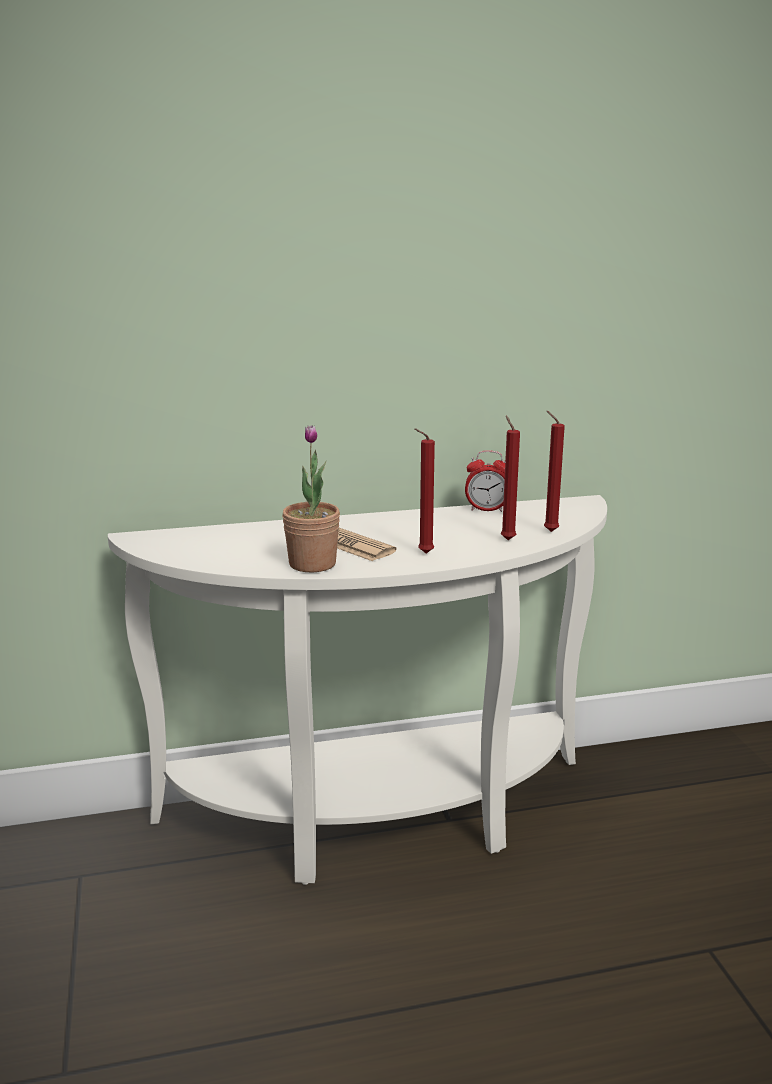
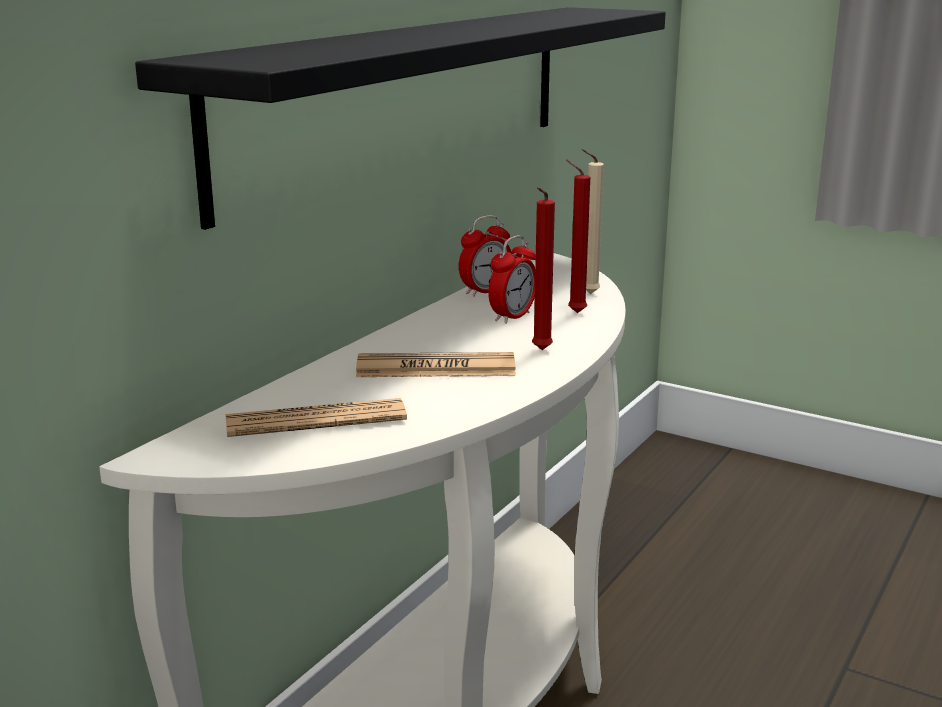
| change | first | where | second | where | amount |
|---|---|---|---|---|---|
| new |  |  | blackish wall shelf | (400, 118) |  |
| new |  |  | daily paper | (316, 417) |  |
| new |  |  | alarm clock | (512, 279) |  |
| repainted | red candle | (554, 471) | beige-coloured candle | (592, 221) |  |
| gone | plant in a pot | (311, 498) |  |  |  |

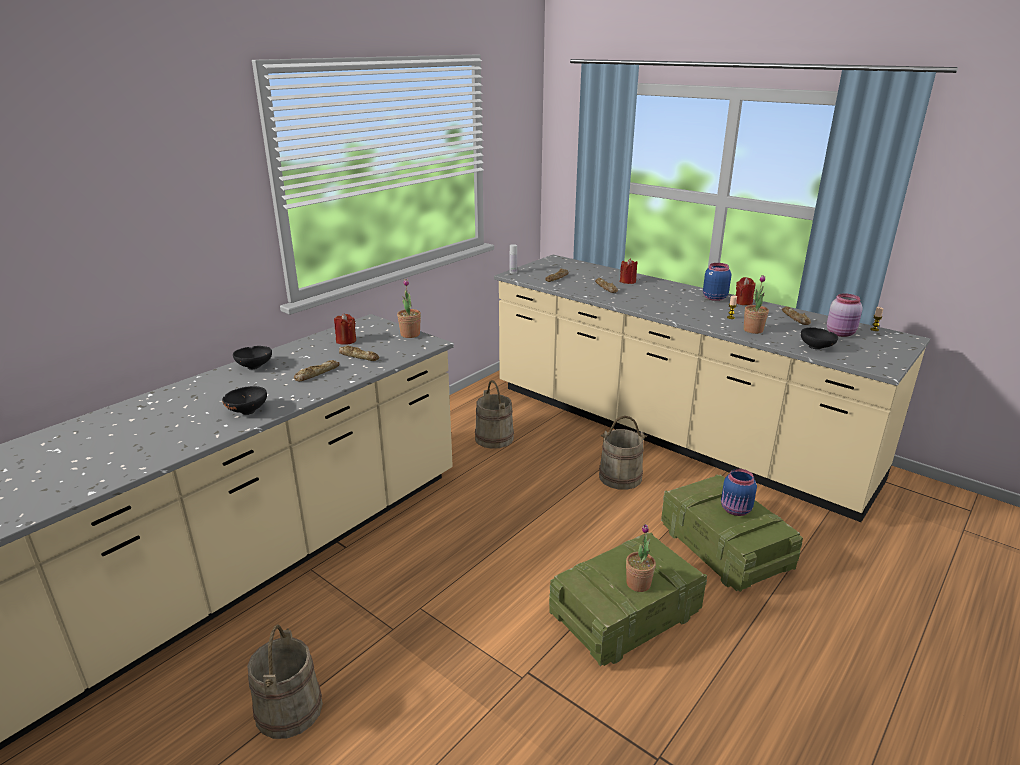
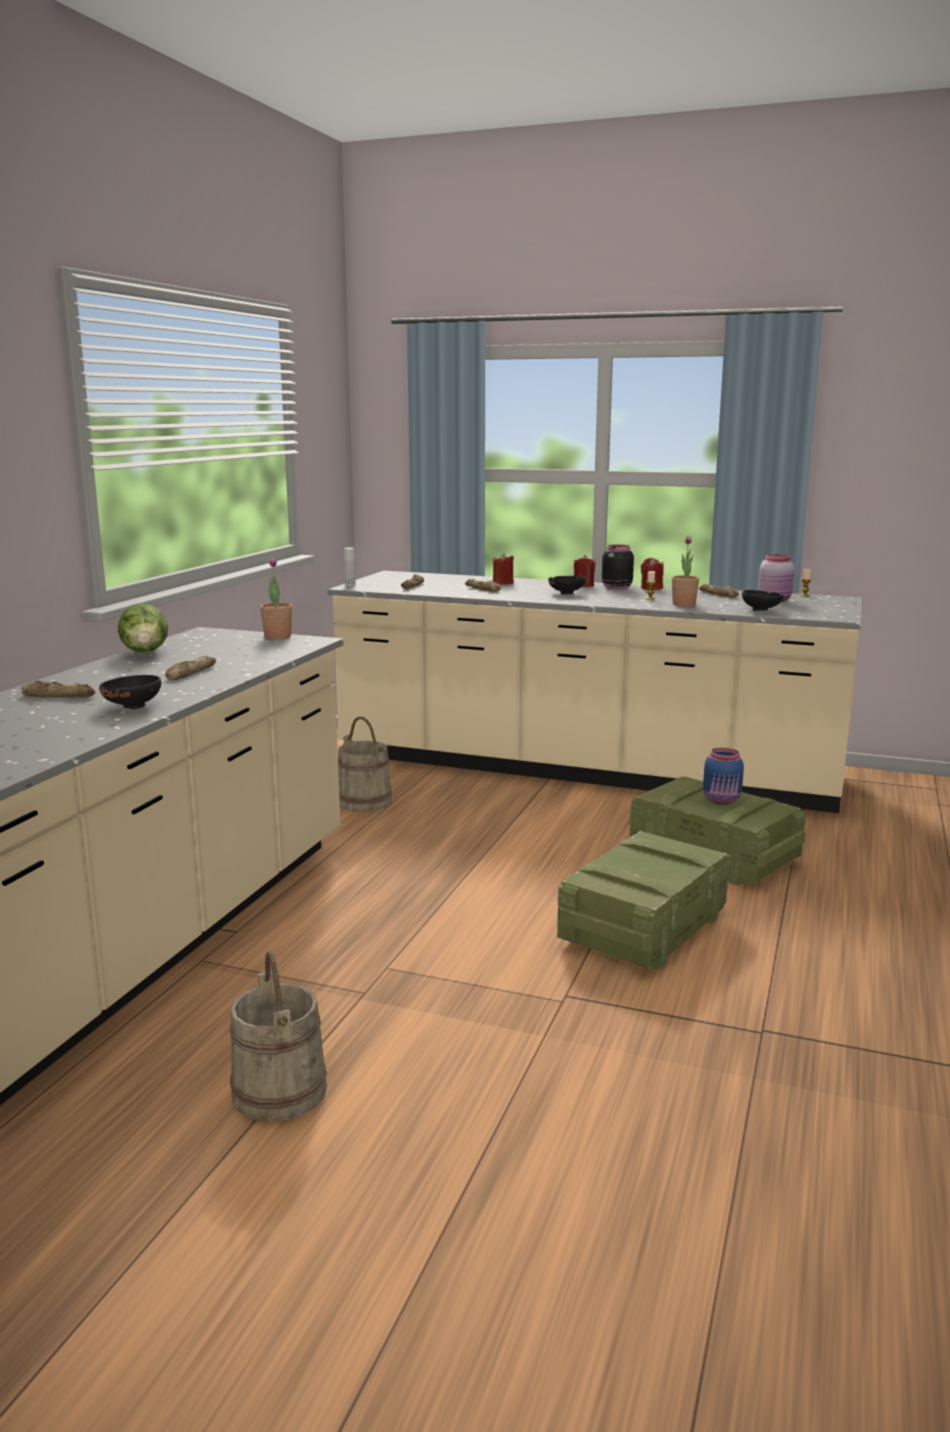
| change | first | where | second | where | amount |
|---|---|---|---|---|---|
| shifted | bread | (359, 353) |  | (58, 688) |  |
| new |  |  | head of lettuce | (143, 628) |  |
| shifted | blackish bowl | (252, 357) |  | (567, 585) |  |
| shifted | red candle | (345, 329) |  | (584, 571) |  |
| repainted | bluish storage jar | (717, 282) | blackish storage jar | (618, 566) |  |
| gone | beige-coloured bucket | (623, 453) |  |  |  |
| gone | plant in a pot | (641, 558) |  |  |  |

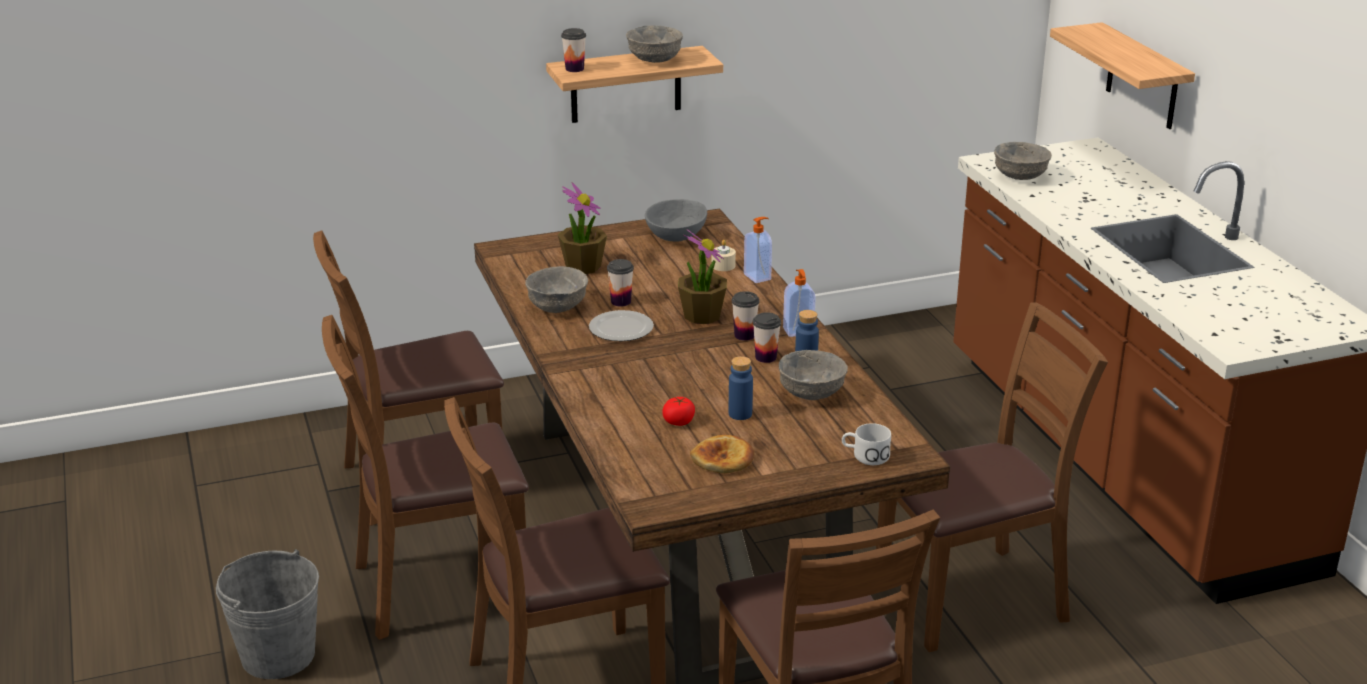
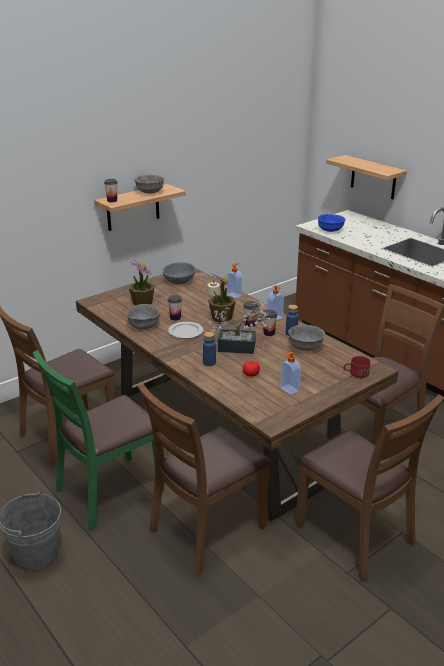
| change | first | where | second | where | amount |
|---|---|---|---|---|---|
| repainted | brown-coloured plain chair | (425, 477) | green-coloured plain chair | (99, 440) |  |
| shifted | bluish bottle | (741, 388) |  | (209, 349) |  |
| new |  |  | plant in a pot | (240, 327) |  |
| swapped | bread | (722, 454) | soap bottle | (290, 373) |  |
| repainted | grey bowl | (1023, 161) | bluish bowl | (331, 223) |  |
| repainted | whitish tea mug | (866, 444) | red tea mug | (357, 367) |  |

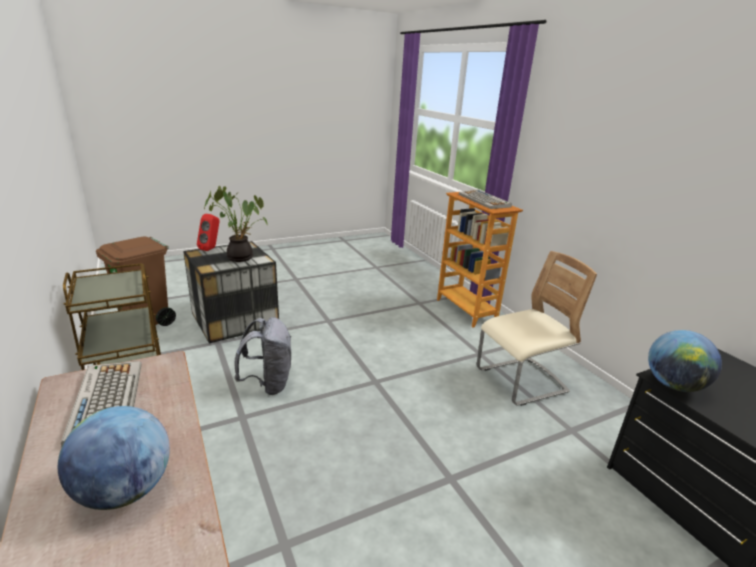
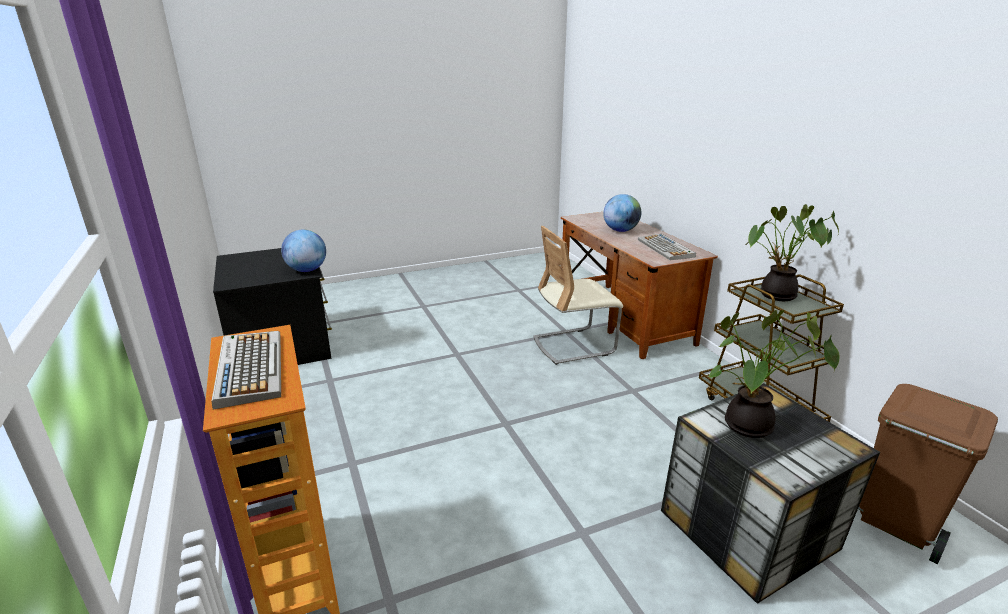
| change | first | where | second | where | amount |
|---|---|---|---|---|---|
| shifted | beige-coloured plain chair | (537, 328) |  | (578, 295) |  |
| new |  |  | plant in a pot | (792, 252) |  |
| gone | red loudspeaker | (208, 232) |  |  |  |
| gone | grey rucksack | (262, 356) |  |  |  |

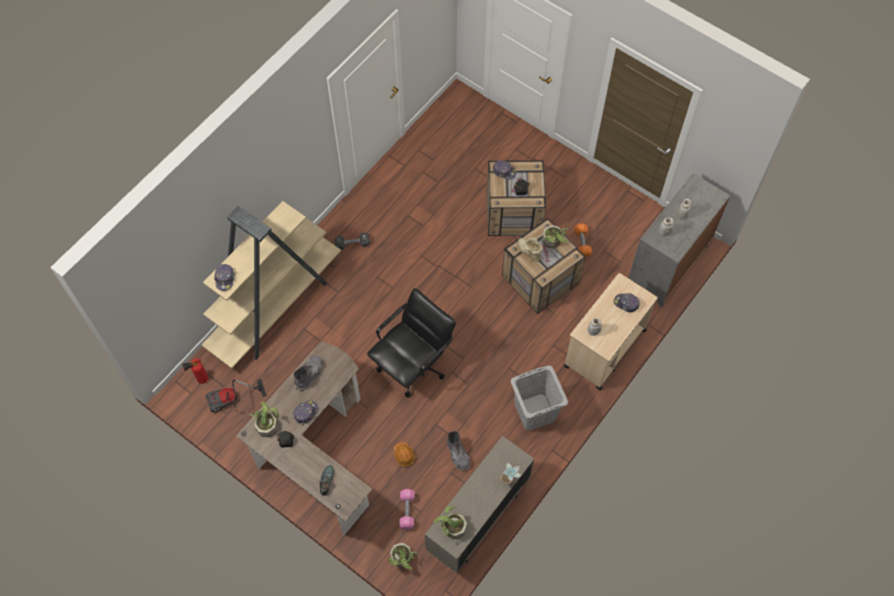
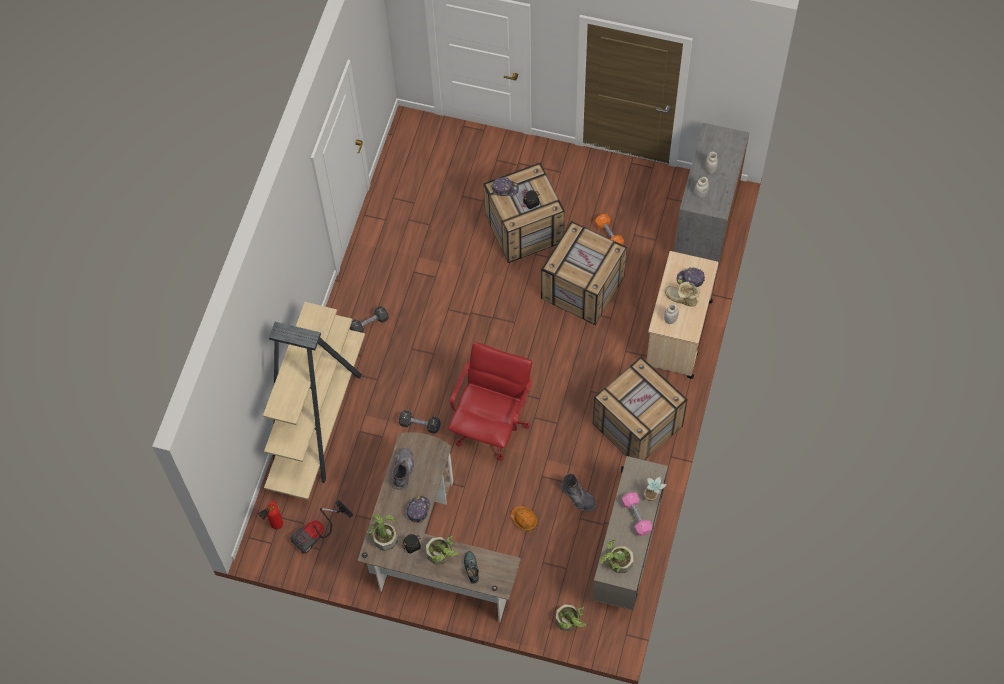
| change | first | where | second | where | amount |
|---|---|---|---|---|---|
| new |  |  | blackish free weight | (420, 422) |  |
| shifted | plant in a pot | (555, 237) |  | (442, 550) |  |
| repainted | blackish computer chair | (411, 343) | red computer chair | (490, 401) |  |
| swapped | grey washing basket | (539, 398) | shipping crate | (640, 408) |  |
| shifted | pink free weight | (407, 509) |  | (637, 514) |  |
| shifted | high-top boot | (530, 250) |  | (682, 294) |  |
| gone | peaked cap | (224, 277) |  |  |  |

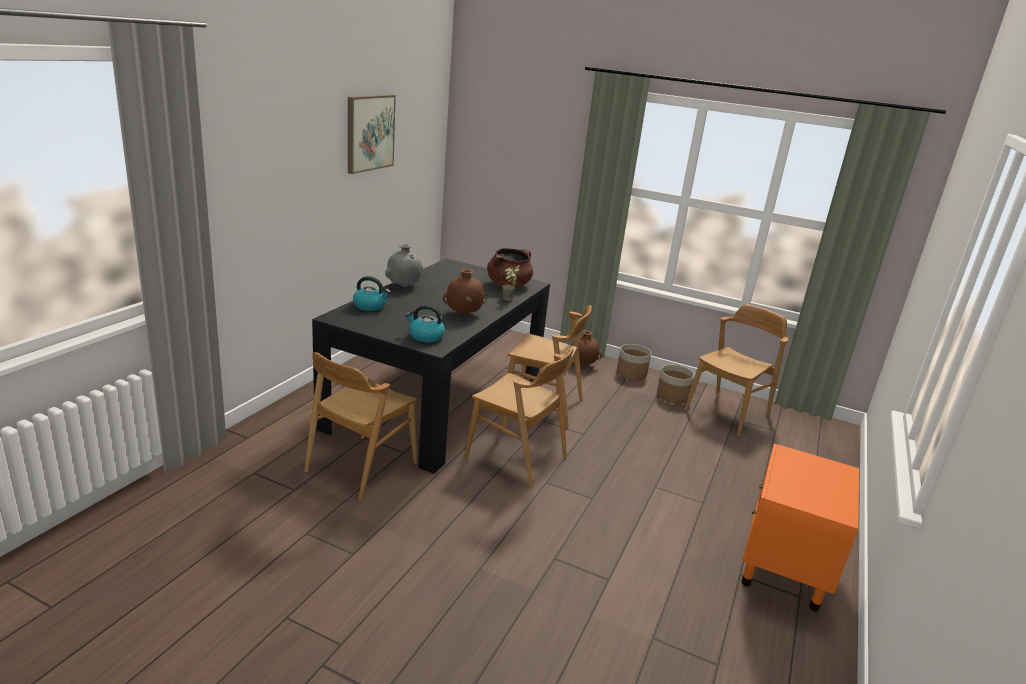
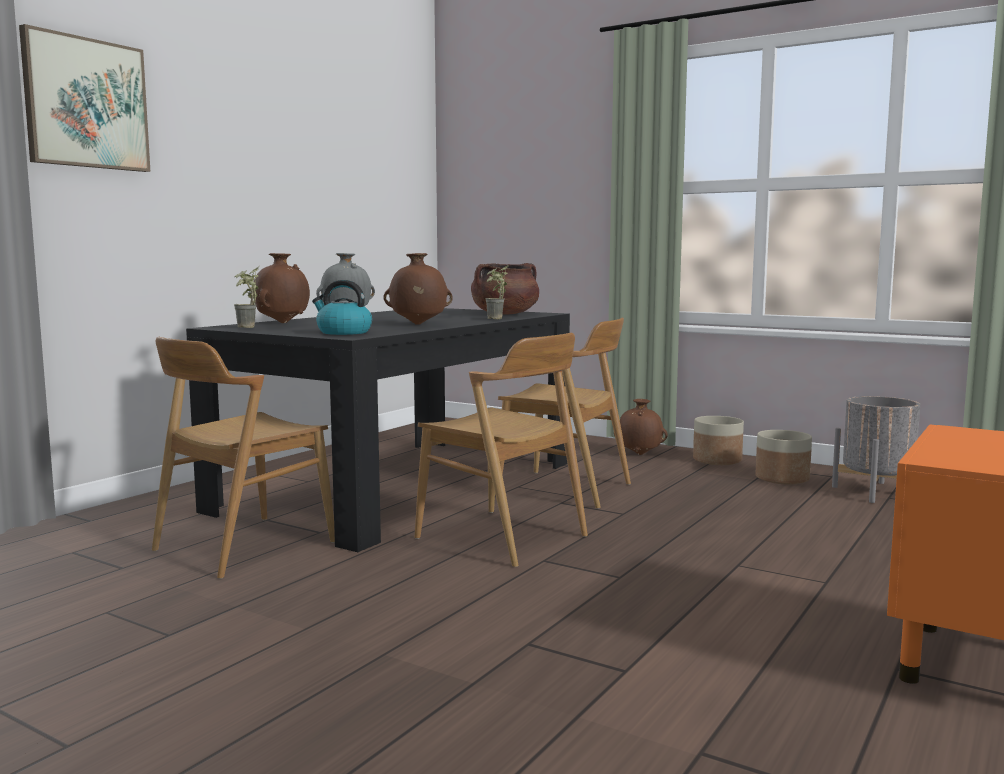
| change | first | where | second | where | amount |
|---|---|---|---|---|---|
| shifted | wall picture | (372, 134) |  | (85, 98) |  |
| new |  |  | plant in a pot | (246, 297) |  |
| swapped | water kettle | (372, 293) | brown-coloured vase | (281, 288) |  |
| swapped | brown-coloured plain chair | (736, 370) | grey flower pot | (876, 449) |  |

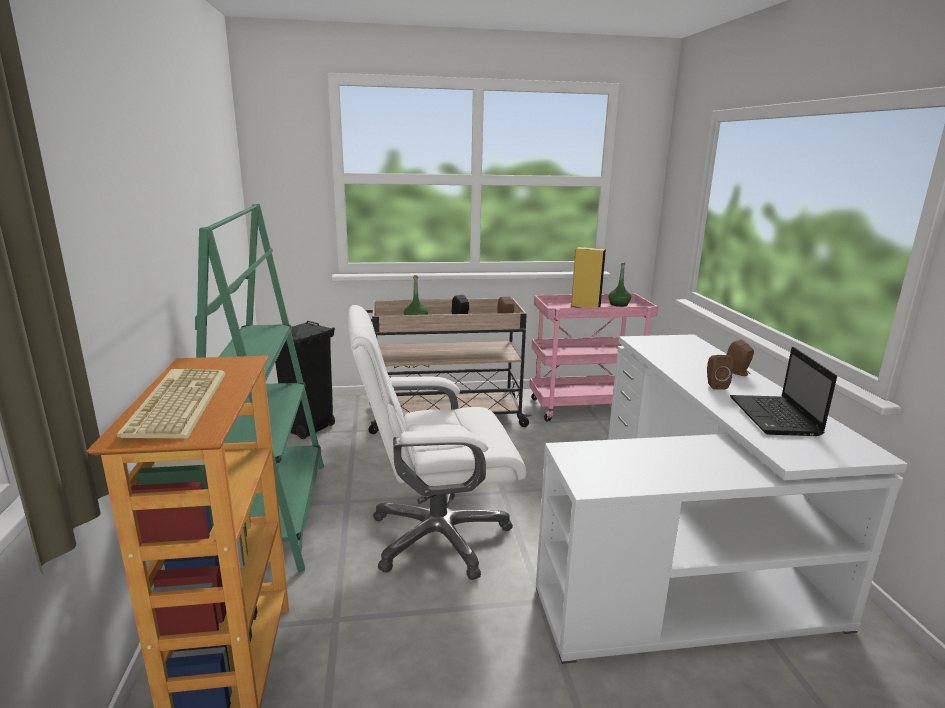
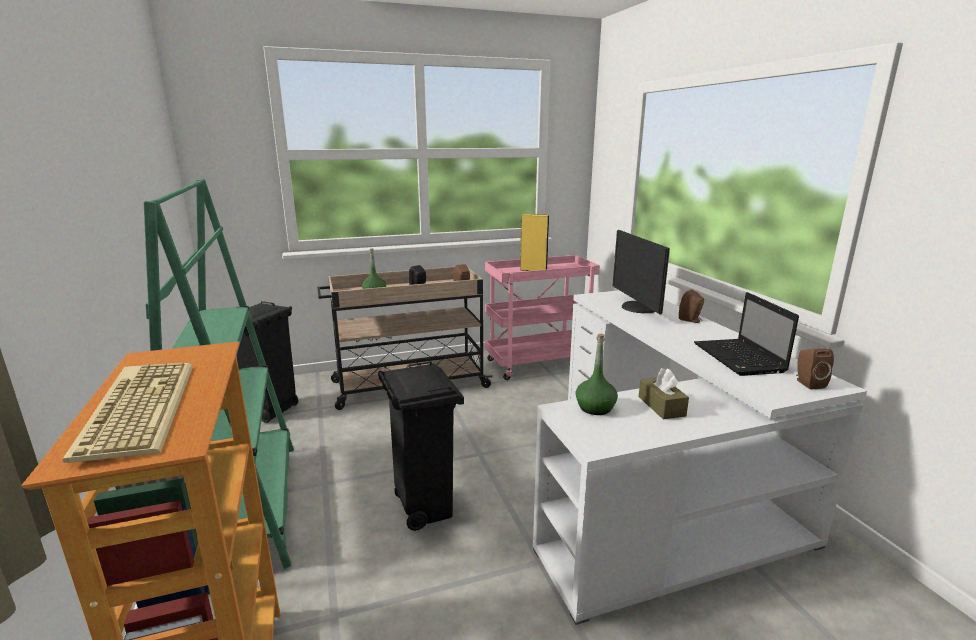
| change | first | where | second | where | amount |
|---|---|---|---|---|---|
| swapped | whitish computer chair | (437, 442) | blackish waste bin | (421, 446) |  |
| shifted | green-coloured bottle | (619, 284) |  | (596, 374) |  |
| new |  |  | monitor | (641, 272) |  |
| new |  |  | brown-coloured tissue holder | (664, 393) |  |
| shifted | brown-coloured loudspeaker | (720, 372) |  | (815, 369) |  |

